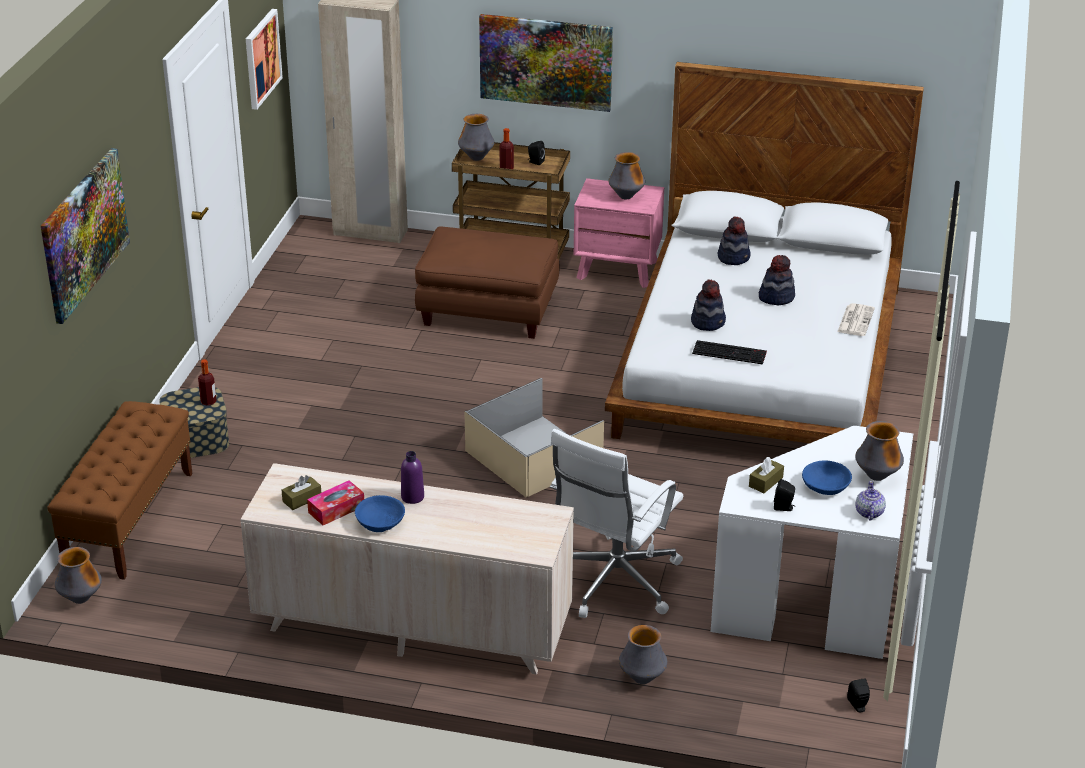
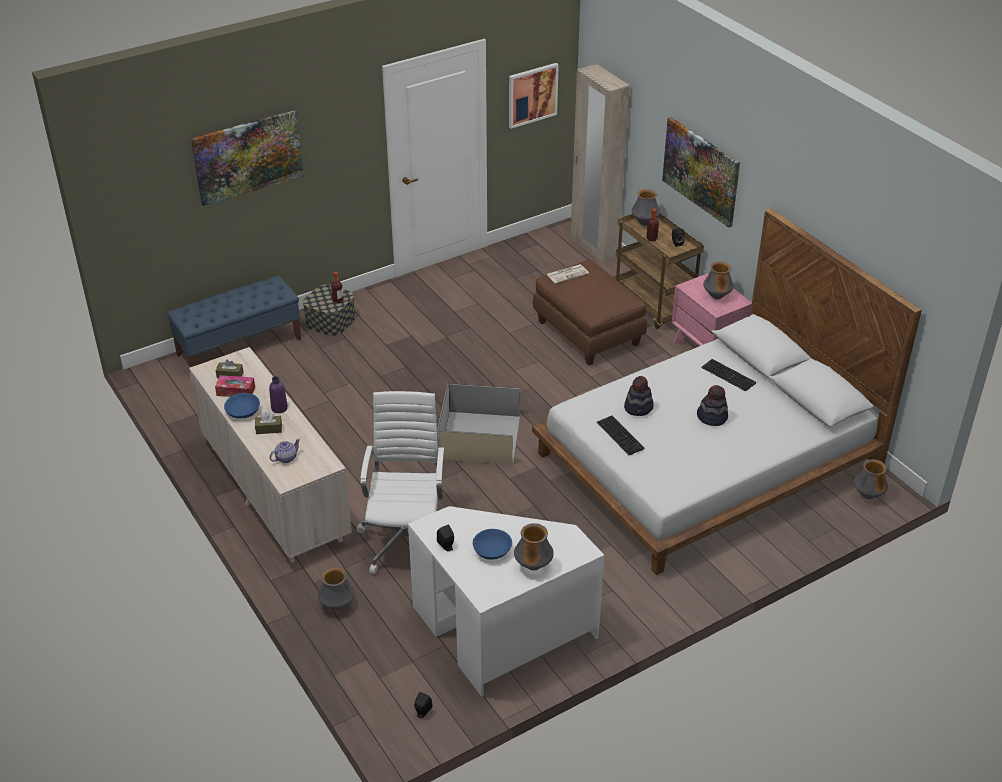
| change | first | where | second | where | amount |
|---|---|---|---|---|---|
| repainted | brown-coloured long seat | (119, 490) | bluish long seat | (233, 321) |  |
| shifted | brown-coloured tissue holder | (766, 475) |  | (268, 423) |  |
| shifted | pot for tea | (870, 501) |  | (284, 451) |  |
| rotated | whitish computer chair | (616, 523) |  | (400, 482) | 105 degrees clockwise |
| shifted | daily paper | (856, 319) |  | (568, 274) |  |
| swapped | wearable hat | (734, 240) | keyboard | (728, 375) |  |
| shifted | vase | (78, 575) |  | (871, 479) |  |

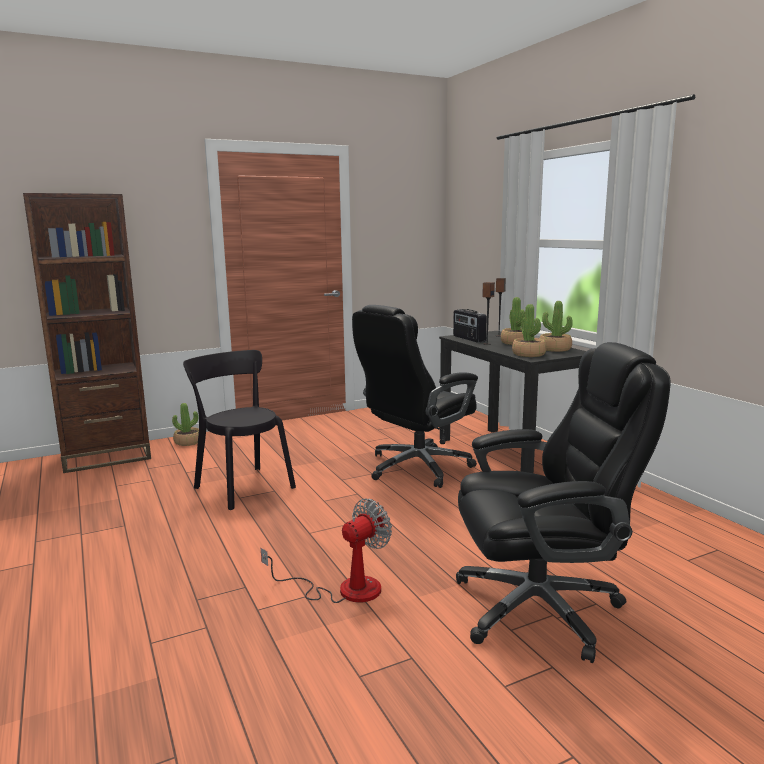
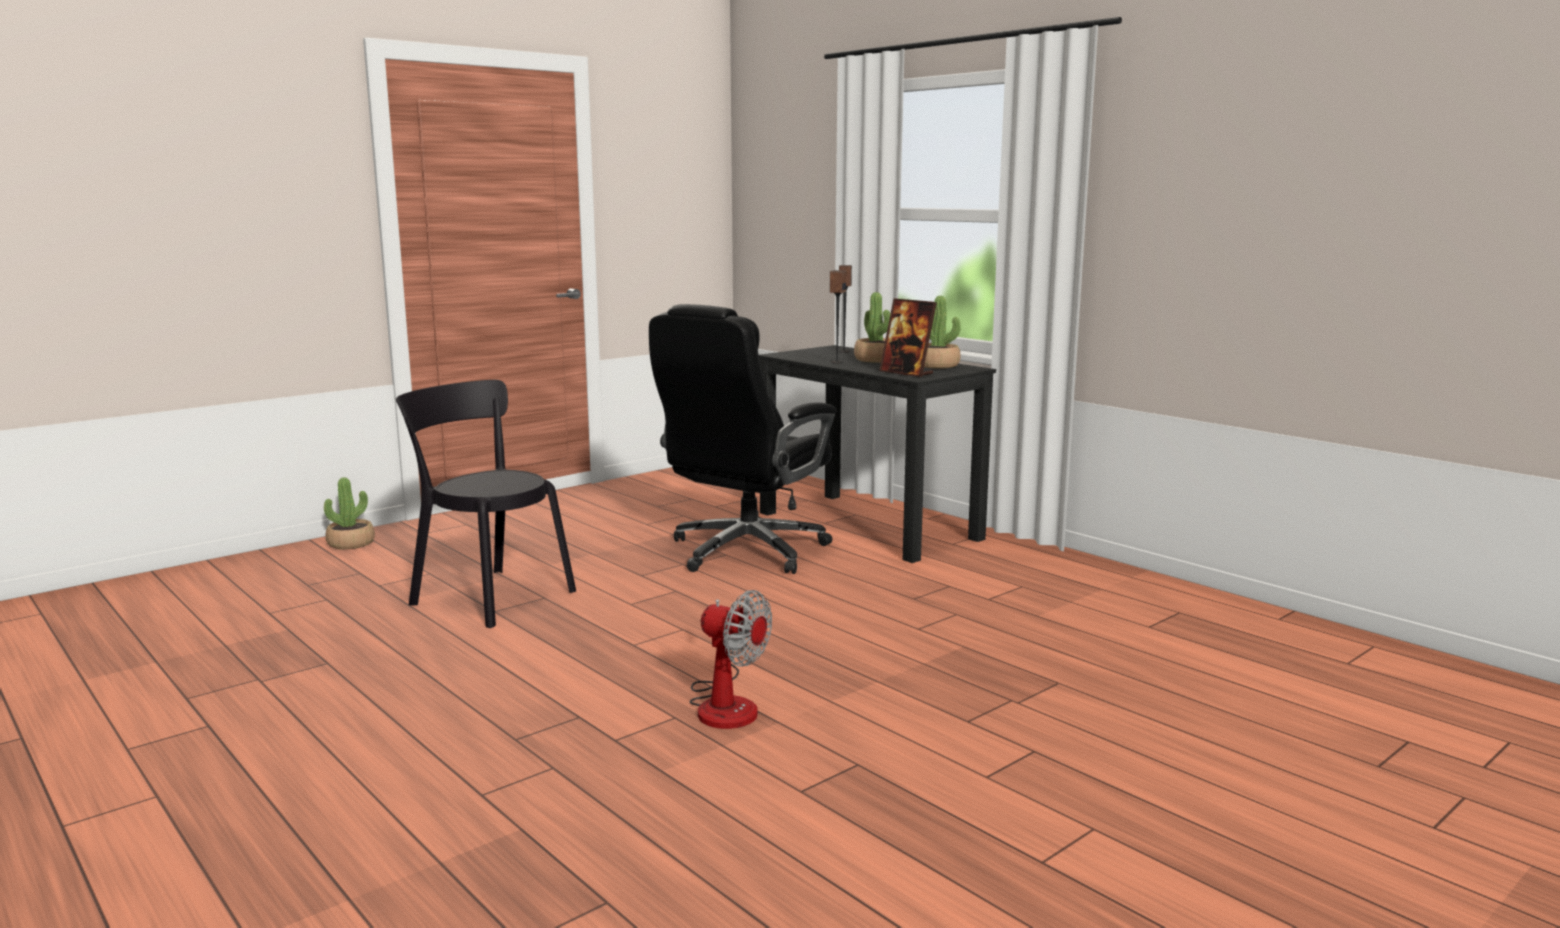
| change | first | where | second | where | amount |
|---|---|---|---|---|---|
| rotated | fan | (326, 551) |  | (731, 659) | 90 degrees clockwise |
| swapped | plant in a pot | (529, 330) | picture frame | (908, 337) |  |
| gone | brown-coloured shelving unit | (87, 333) |  |  |  |
| gone | radio | (470, 325) |  |  |  |
| gone | blackish computer chair | (563, 502) |  |  |  |

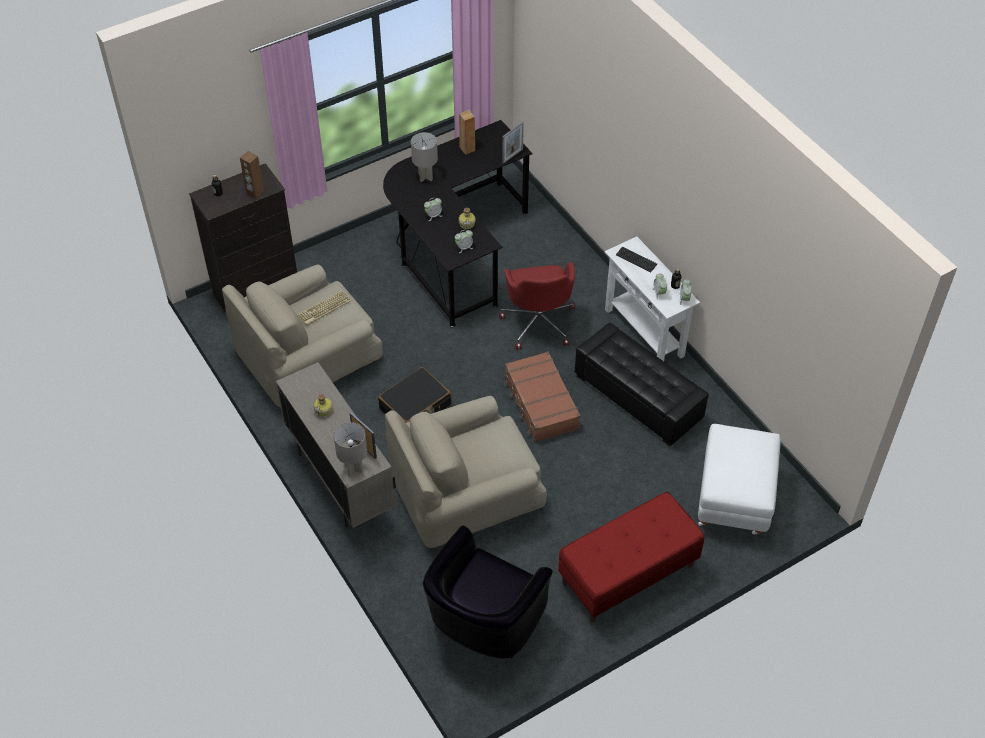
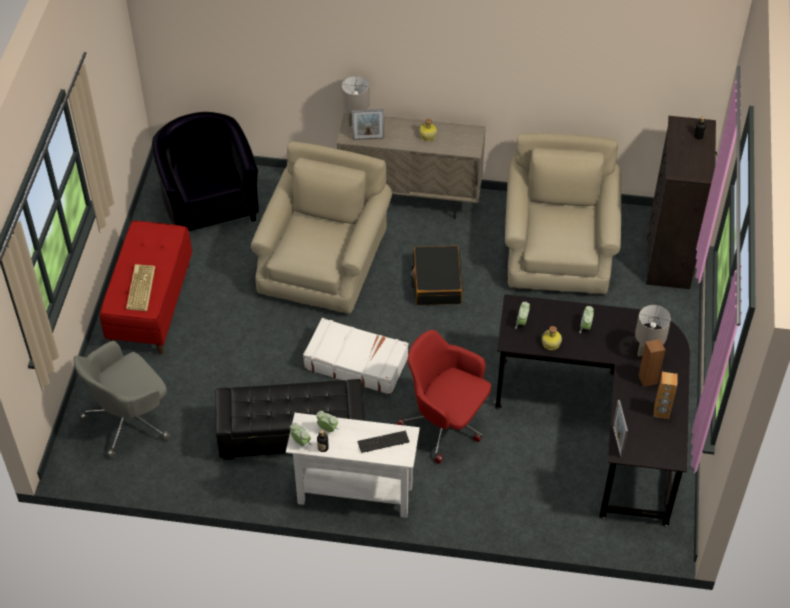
| change | first | where | second | where | amount |
|---|---|---|---|---|---|
| swapped | whitish ottoman | (739, 479) | grey computer chair | (122, 400) |  |
| shifted | keyboard | (324, 308) |  | (140, 287) |  |
| repainted | brown-coloured piece of luggage | (542, 397) | whitish piece of luggage | (356, 356) |  |
| shifted | brown-coloured loudspeaker | (252, 175) |  | (651, 363) |  |

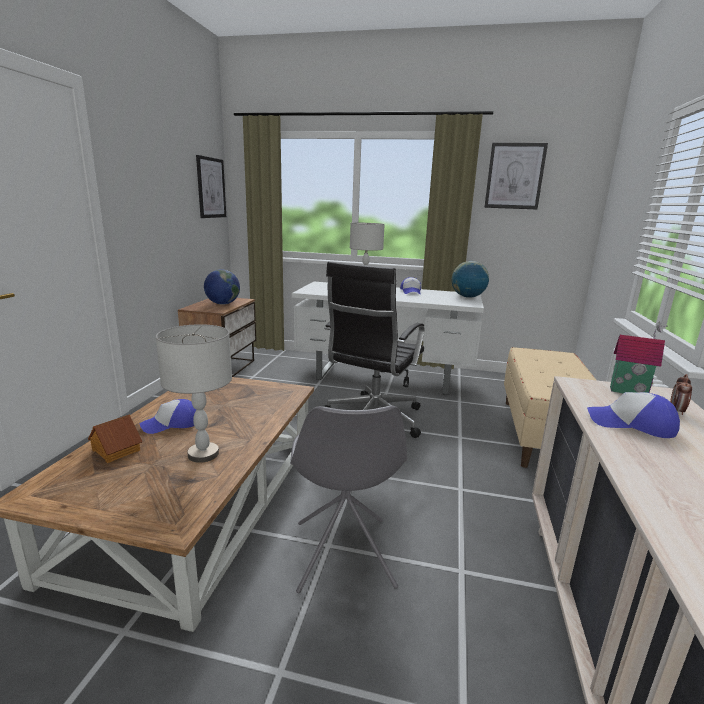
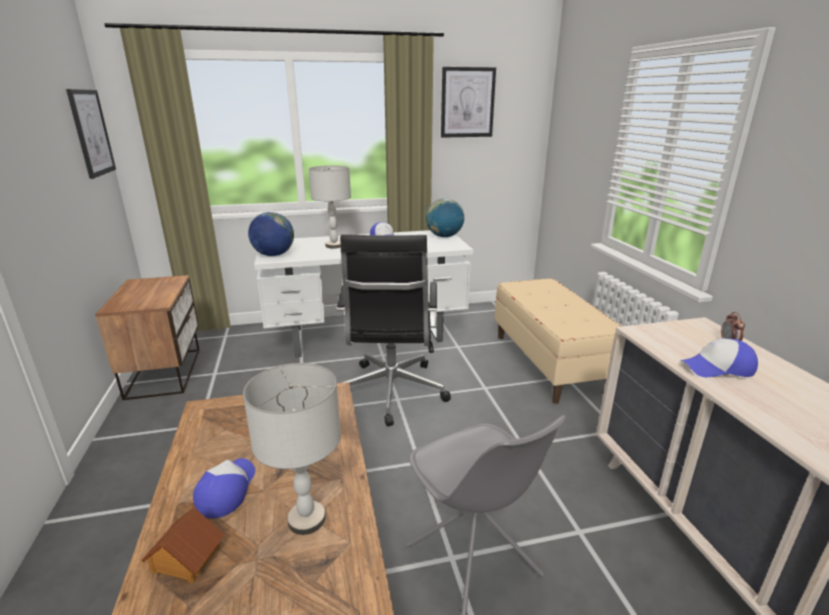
| change | first | where | second | where | amount |
|---|---|---|---|---|---|
| rotated | peaked cap | (168, 416) |  | (224, 488) | 150 degrees clockwise |
| shifted | world globe | (222, 287) |  | (271, 234) |  |
| gone | toy house | (639, 357) |  |  |  |

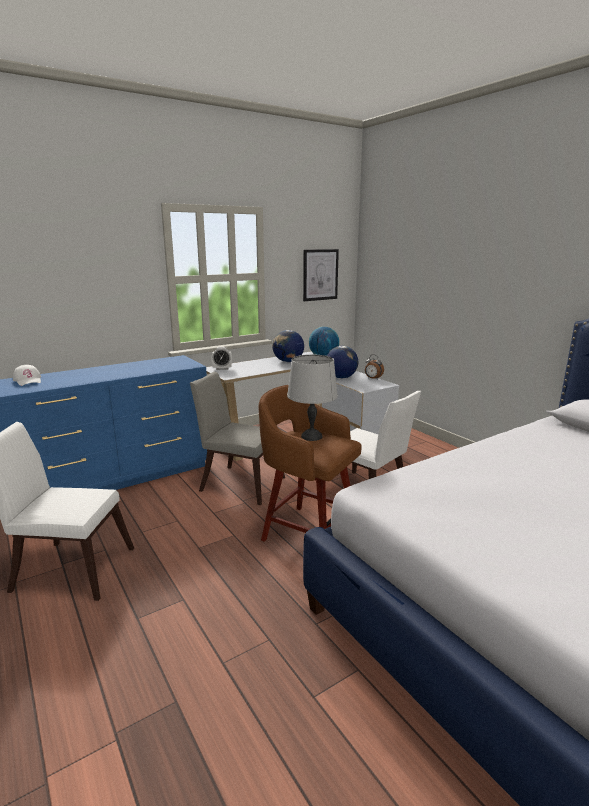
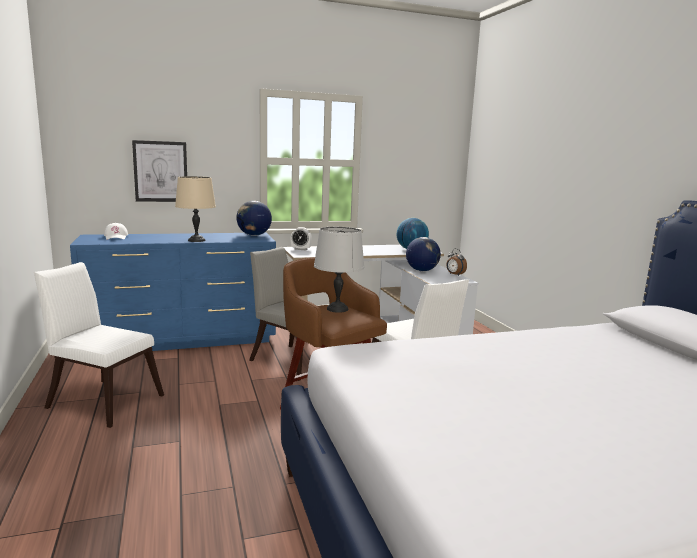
| change | first | where | second | where | amount |
|---|---|---|---|---|---|
| shifted | wall picture | (321, 275) |  | (159, 171) |  |
| new |  |  | beige-coloured lamp for a table | (195, 209) |  |
| shifted | world globe | (288, 346) |  | (254, 218) |  |

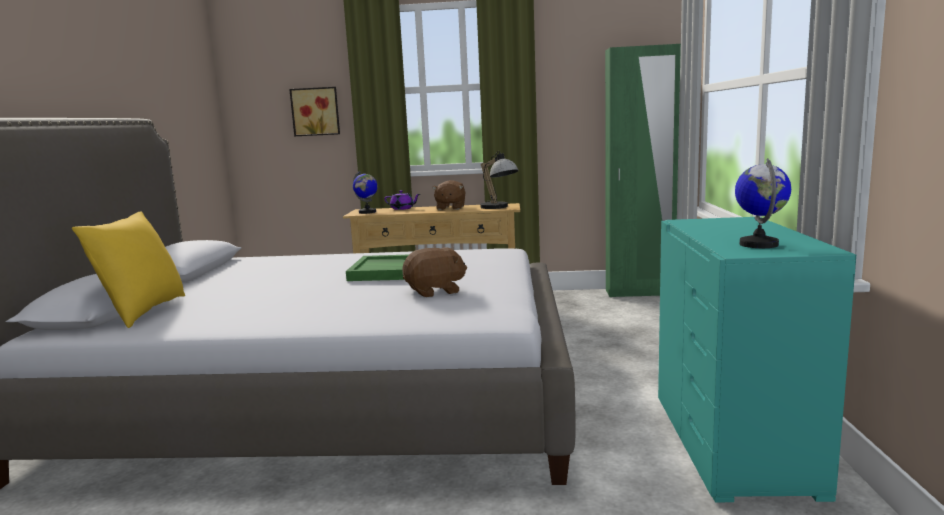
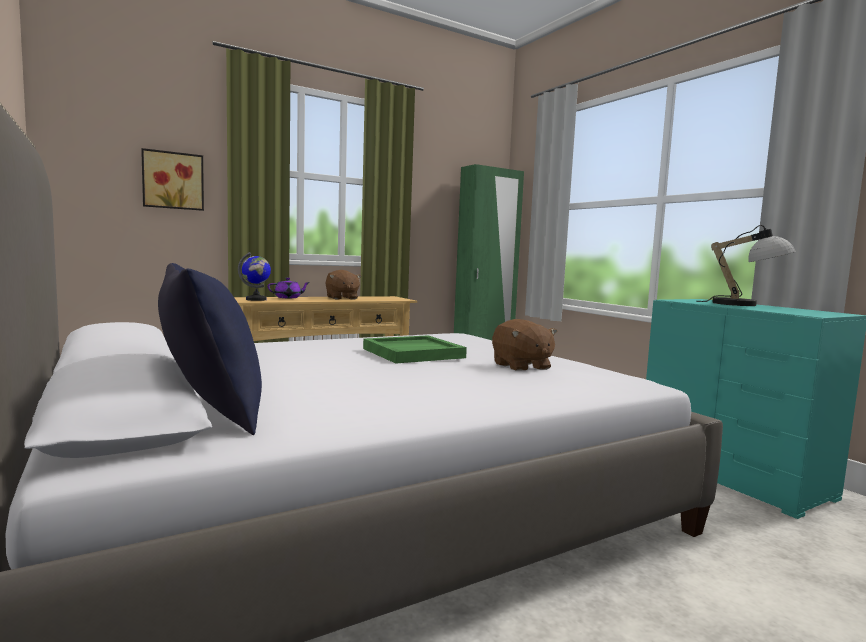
| change | first | where | second | where | amount |
|---|---|---|---|---|---|
| repainted | yellow-coloured throw pillow | (128, 269) | bluish throw pillow | (210, 349) |  |
| rotated | brown-coloured soft toy | (434, 272) |  | (524, 344) | 120 degrees clockwise |
| shifted | lamp for a table | (499, 180) |  | (746, 265) |  |
| gone | world globe | (763, 203) |  |  |  |

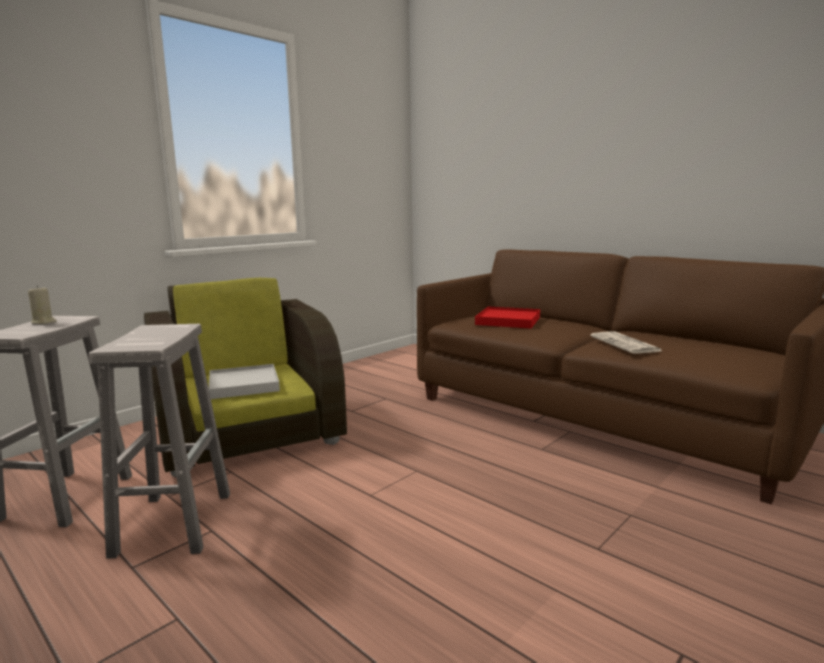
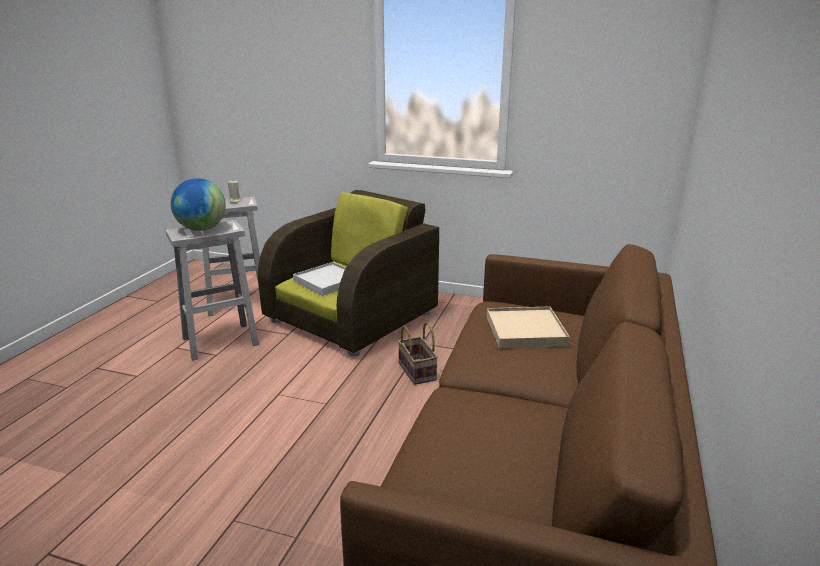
| change | first | where | second | where | amount |
|---|---|---|---|---|---|
| new |  |  | world globe | (198, 204) |  |
| new |  |  | basket | (418, 353) |  |
| repainted | red tray | (507, 317) | beige-coloured tray | (528, 327) |  |
| gone | daily paper | (625, 343) |  |  |  |

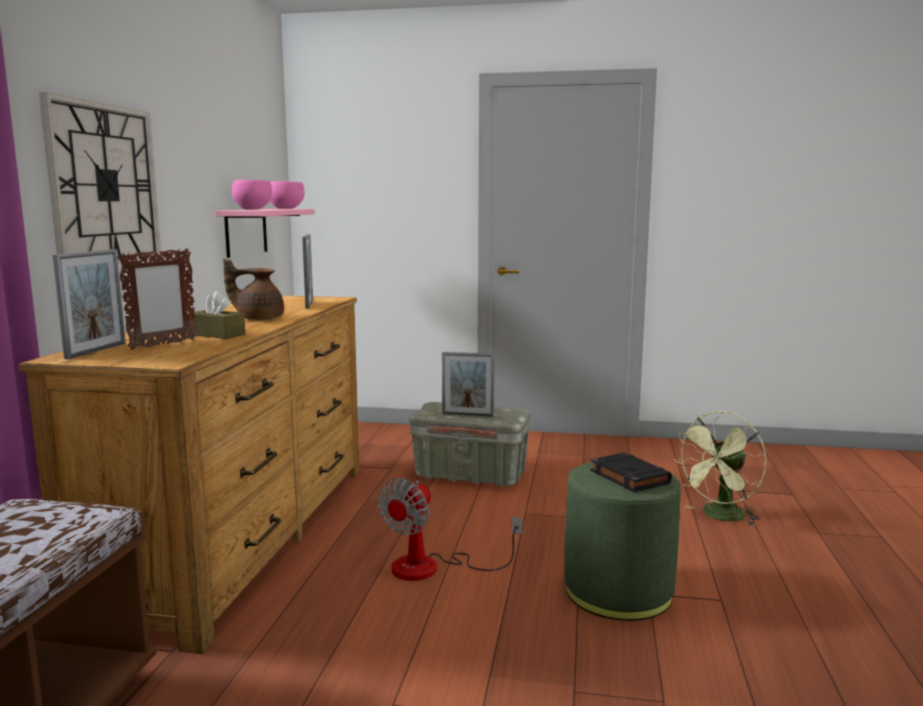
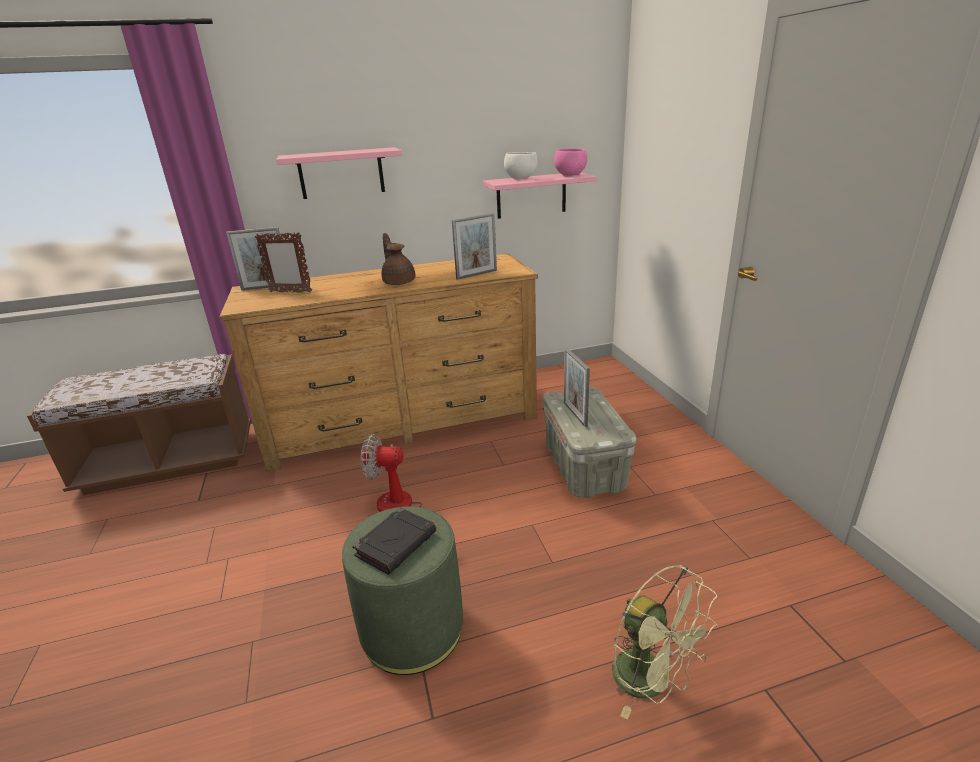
| change | first | where | second | where | amount |
|---|---|---|---|---|---|
| swapped | clock on the wall | (100, 178) | pink wall shelf | (339, 173) |  |
| repainted | pink bowl | (252, 195) | whitish bowl | (521, 165) |  |
| rotated | green-coloured fan | (719, 468) |  | (664, 642) | 150 degrees counterclockwise |
| gone | brown-coloured tissue holder | (217, 315) |  |  |  |

